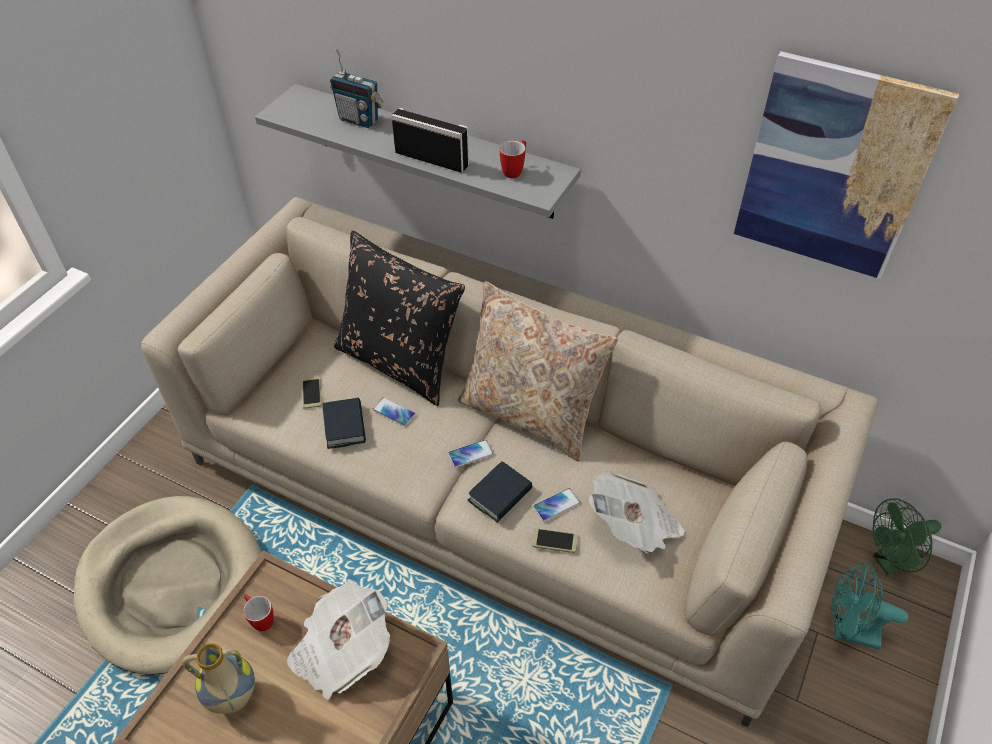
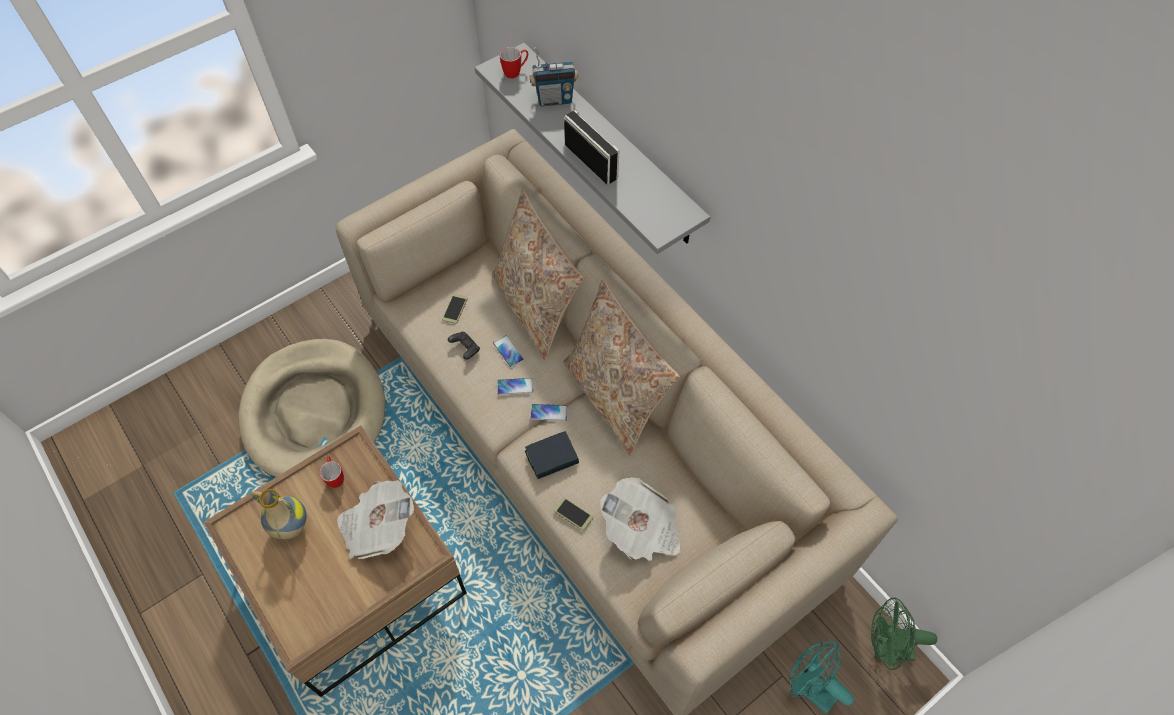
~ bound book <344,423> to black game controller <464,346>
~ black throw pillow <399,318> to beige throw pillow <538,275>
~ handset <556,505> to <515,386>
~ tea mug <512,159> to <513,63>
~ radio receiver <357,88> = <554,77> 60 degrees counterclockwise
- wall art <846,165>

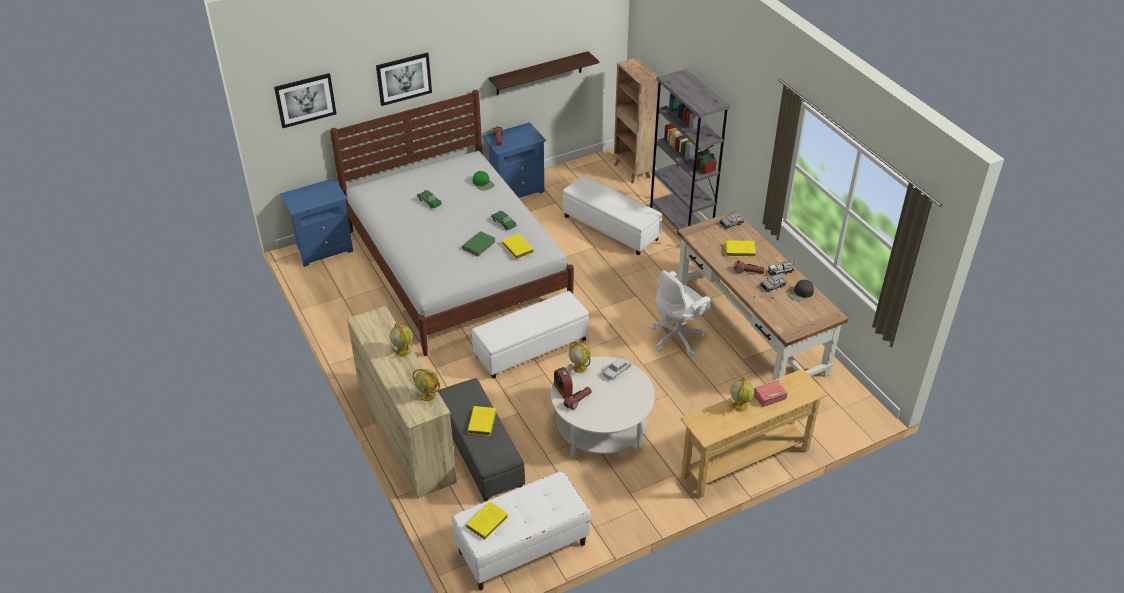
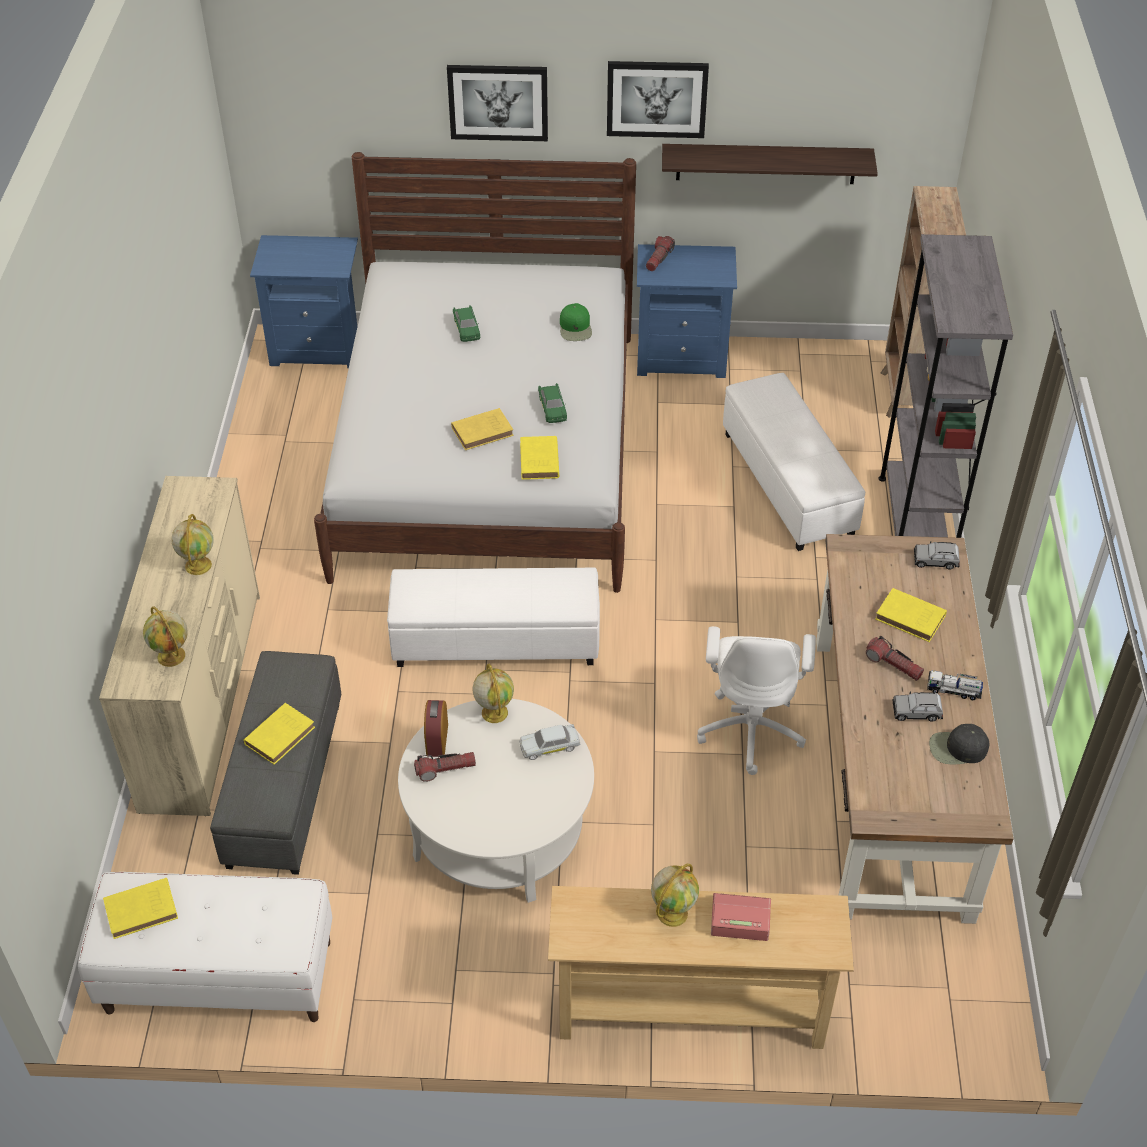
~ green bound book <479,243> to yellow bound book <482,429>
~ wall art <305,100> to <658,99>
~ whitish desk chair <681,313> = <756,700> 75 degrees counterclockwise

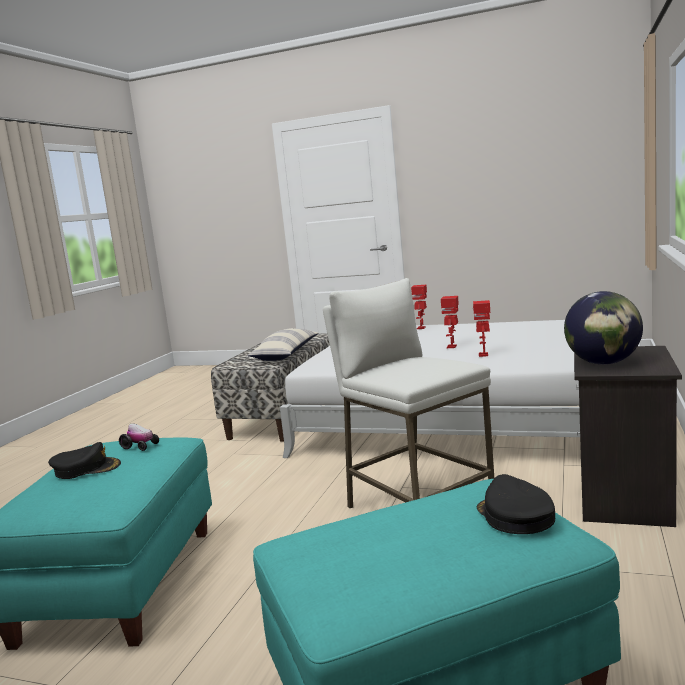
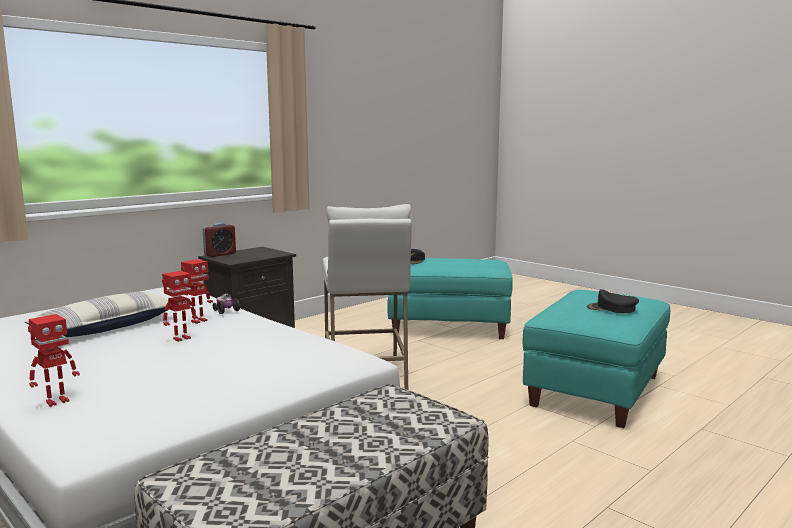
~ throw pillow <283,344> to <97,314>
+ bedside clock <219,240>
~ toy car <139,437> to <226,304>
- globe <603,328>

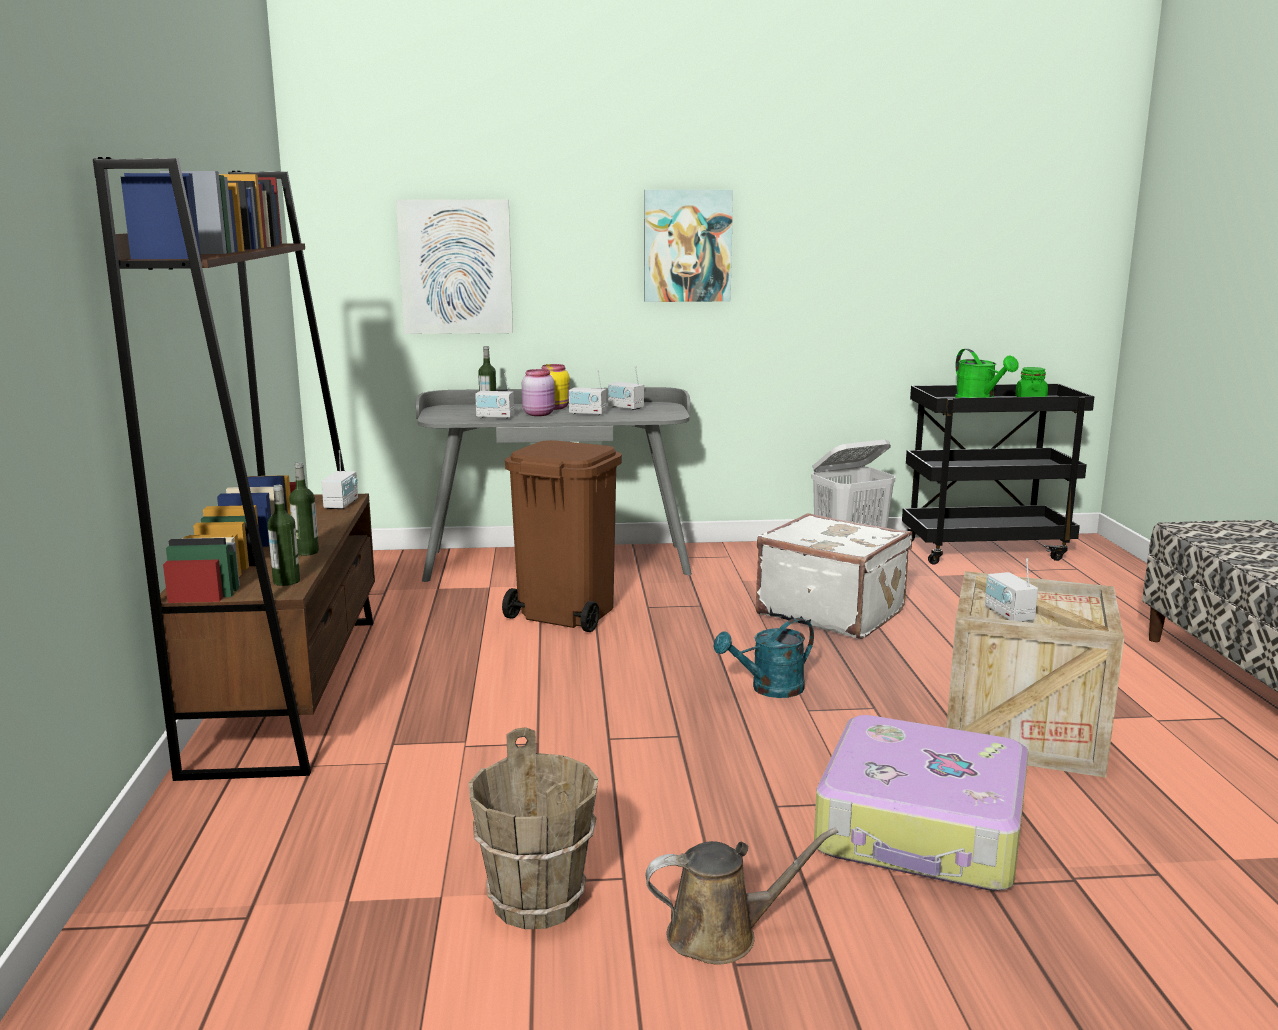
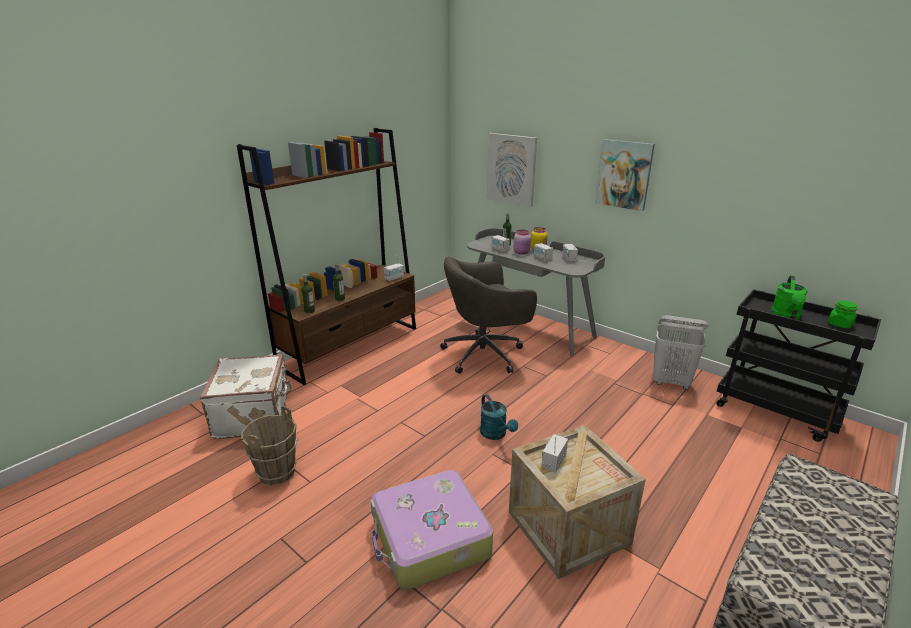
~ whitish suitcase <834,576> to <246,396>
~ brown-coloured trash can <562,536> to grey desk chair <488,315>
~ blue-green watering pot <763,658> = <499,417> 135 degrees counterclockwise
- brown-coloured watering pot <742,896>

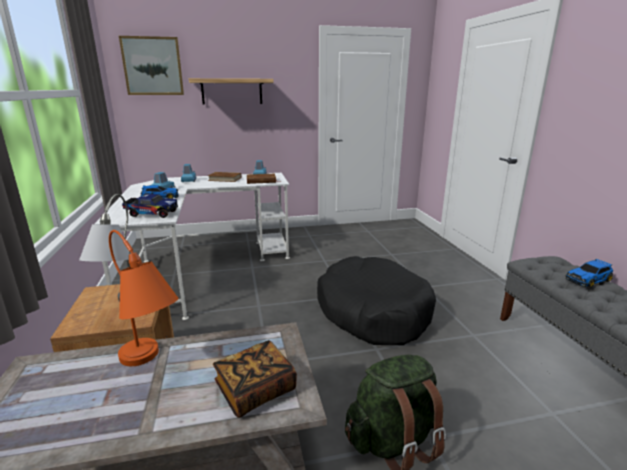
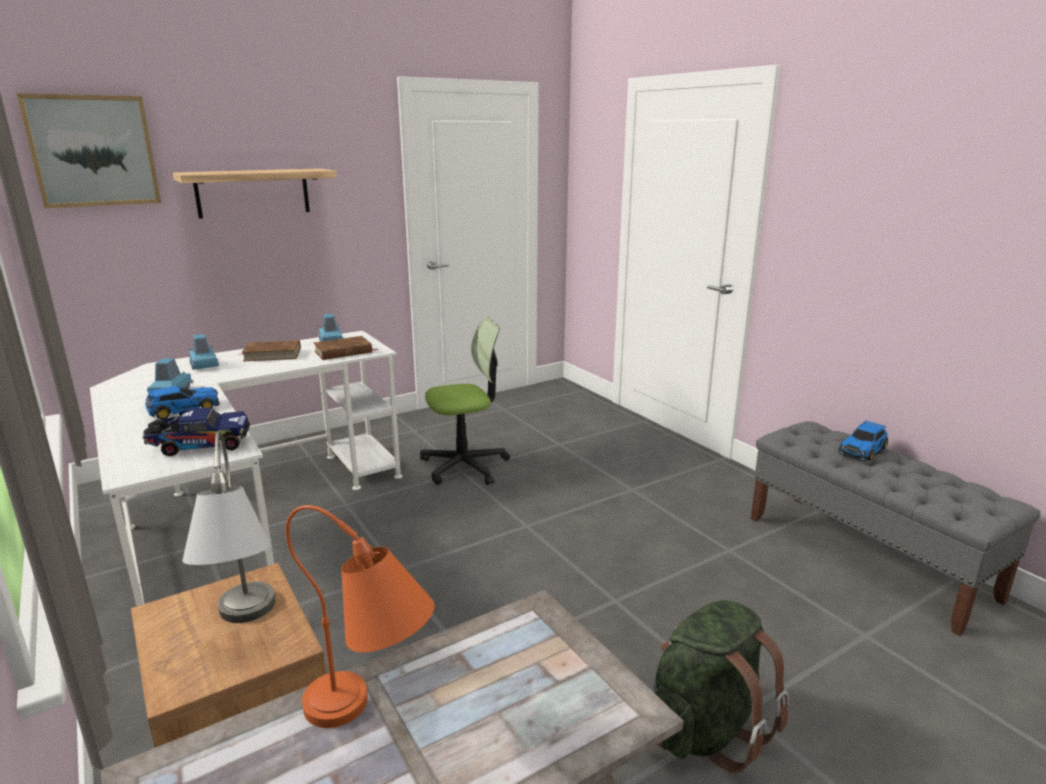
+ desk chair <465,401>
- bound book <255,379>
- black pet bed <376,300>

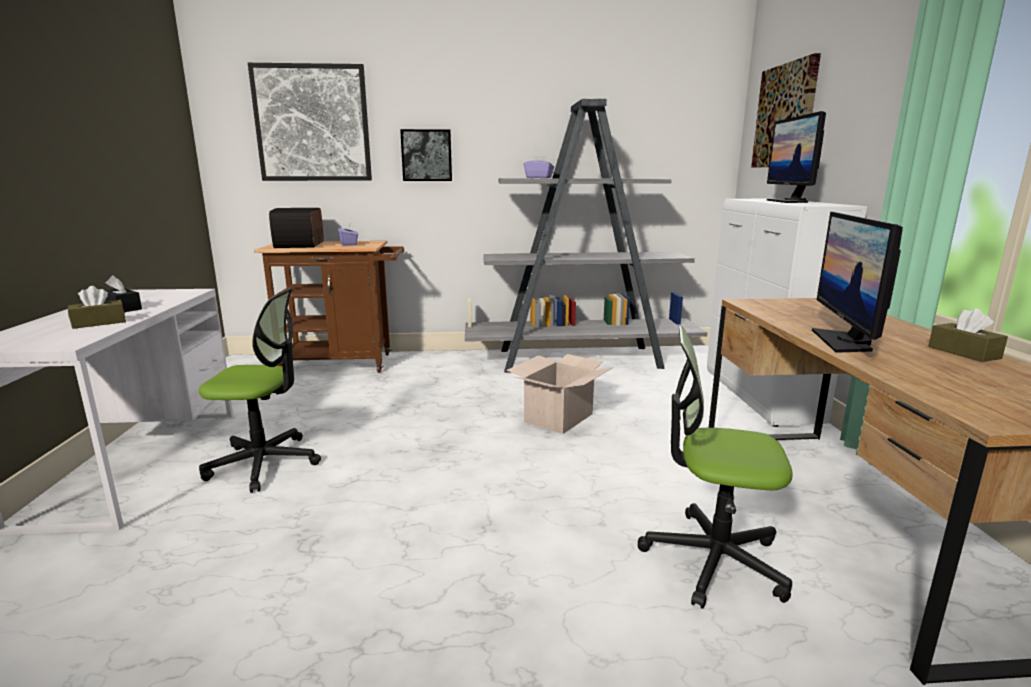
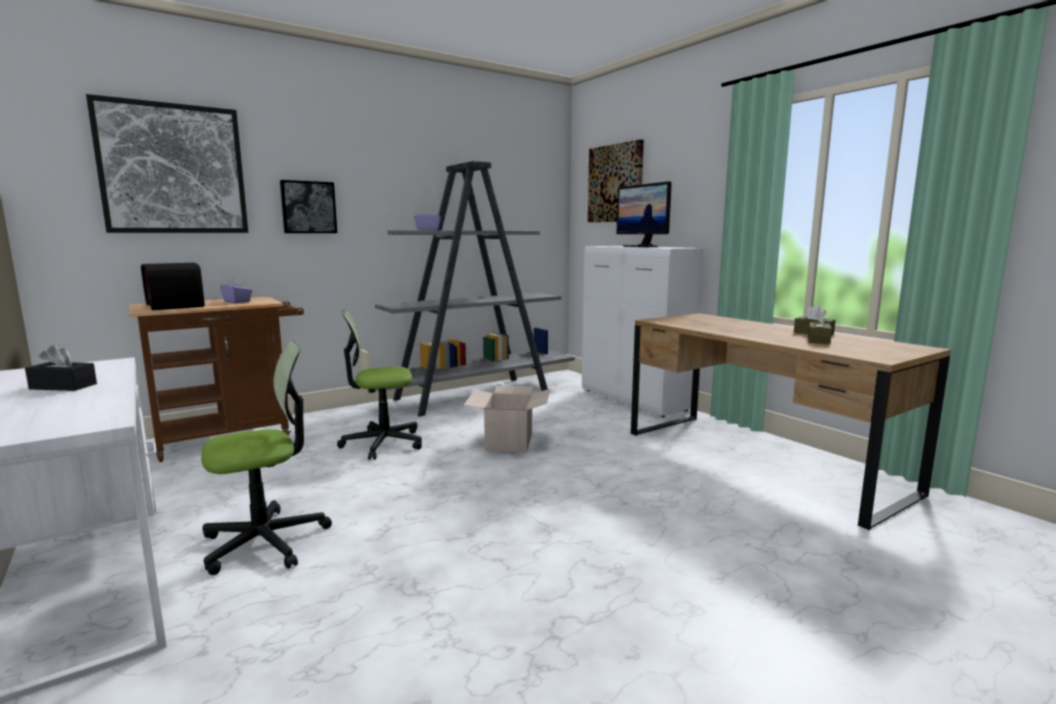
~ desk chair <715,467> to <379,384>
~ brown-coloured tissue box <97,307> to <820,327>
- monitor <857,282>

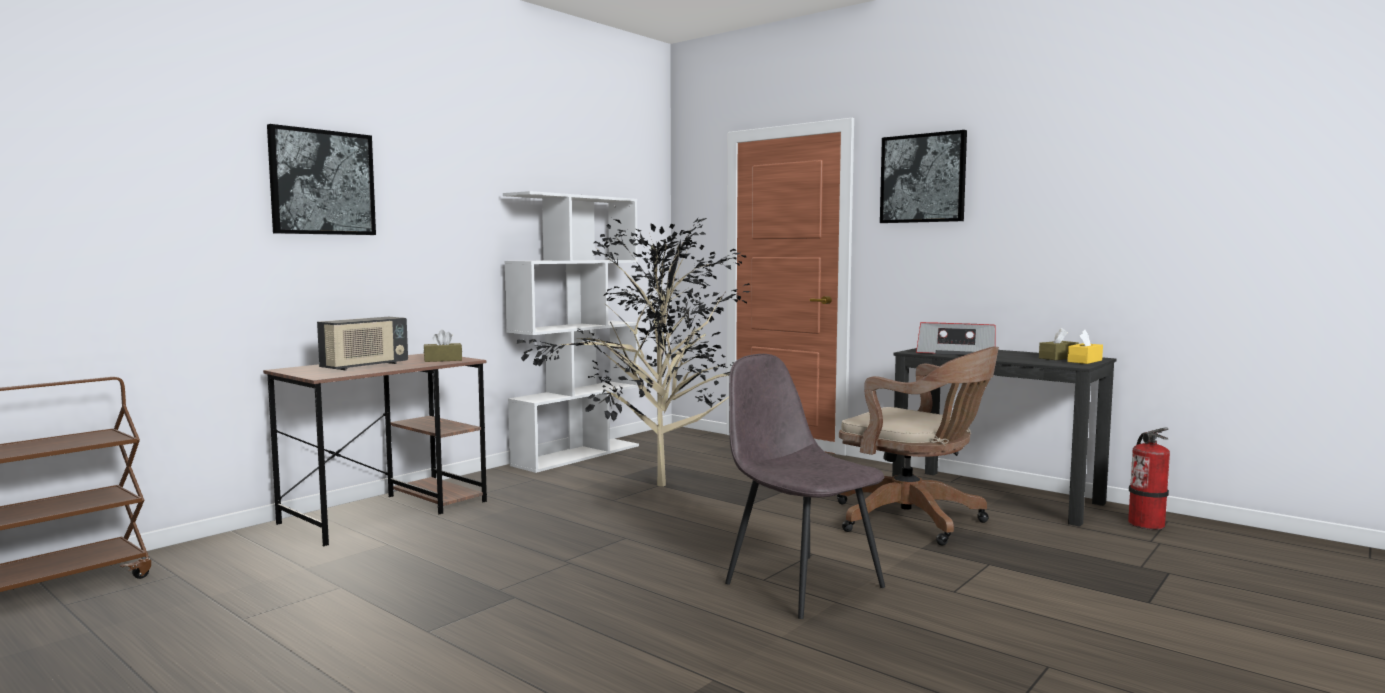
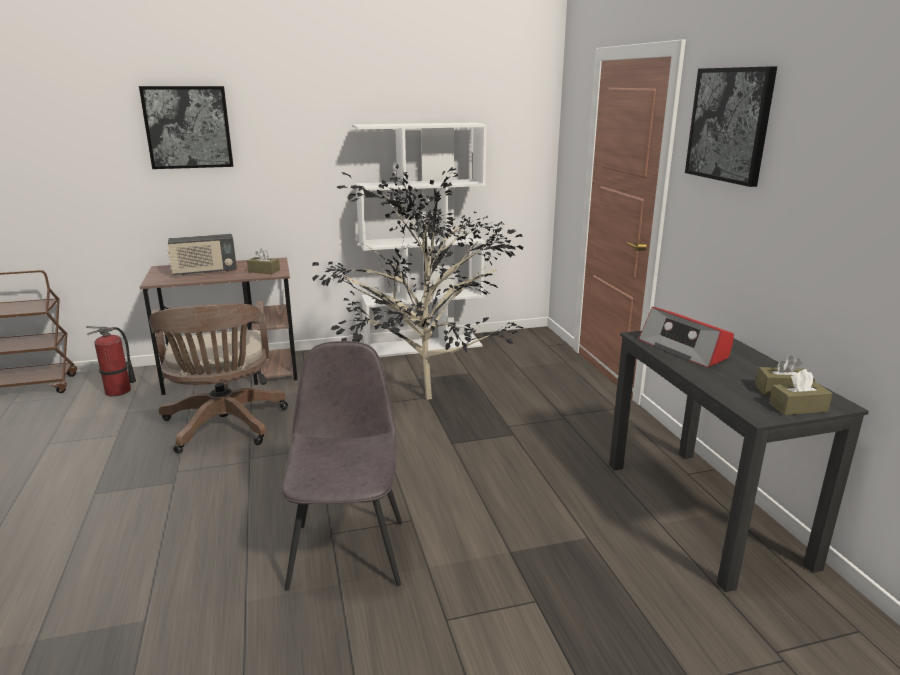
~ fire-fighting cylinder <1149,478> to <111,361>
~ brown-coloured desk chair <918,446> to <218,377>
~ yellow tissue box <1085,347> to brown-coloured tissue box <801,392>

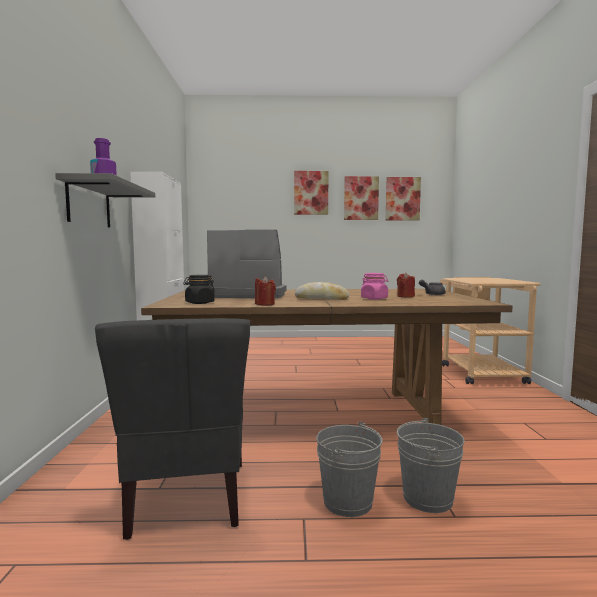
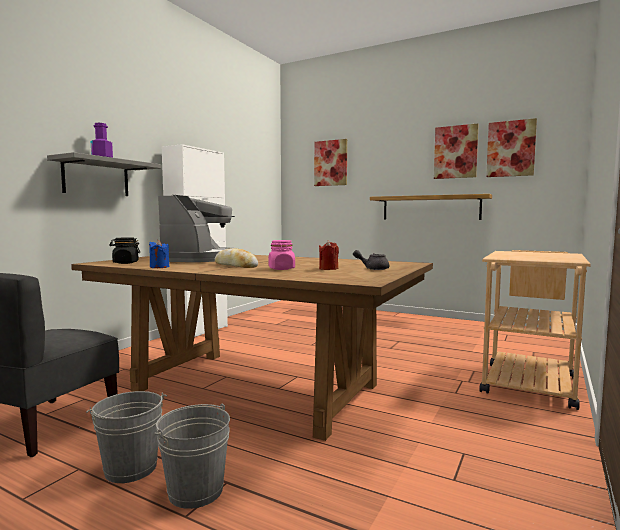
~ red-coloured wax candle <265,290> to blue-coloured wax candle <159,254>
~ coffee brewer <246,264> = <198,228> 60 degrees clockwise
~ wall art <311,193> to <330,162>
+ bracket shelf <431,207>

